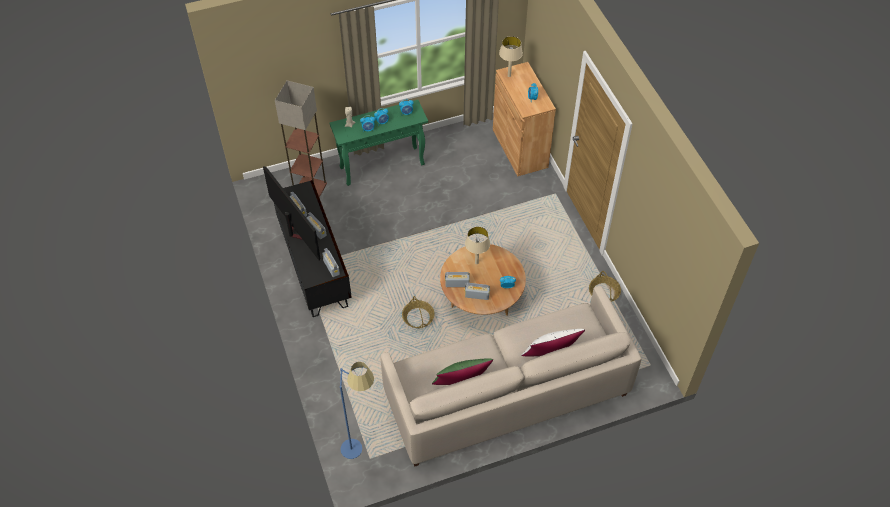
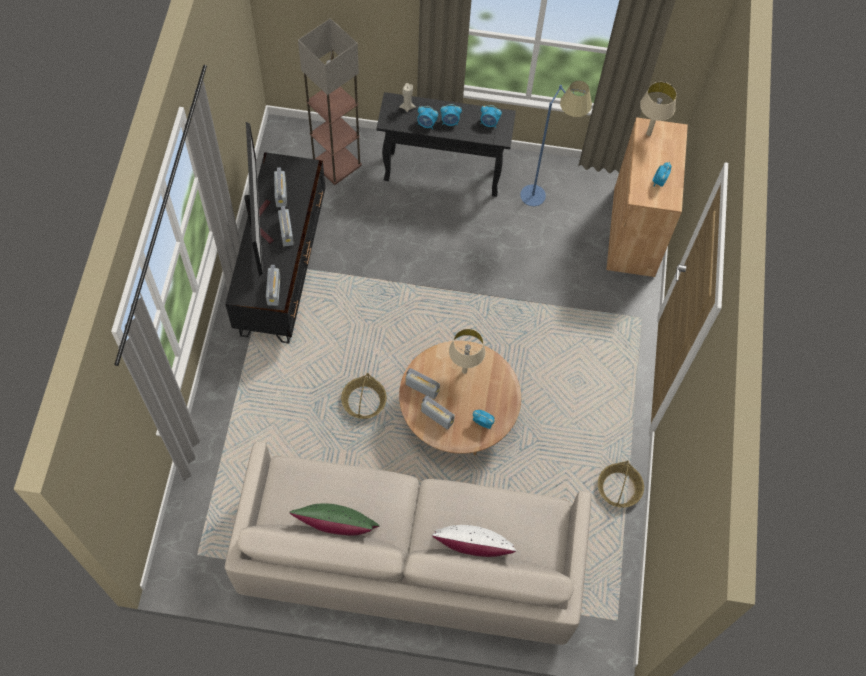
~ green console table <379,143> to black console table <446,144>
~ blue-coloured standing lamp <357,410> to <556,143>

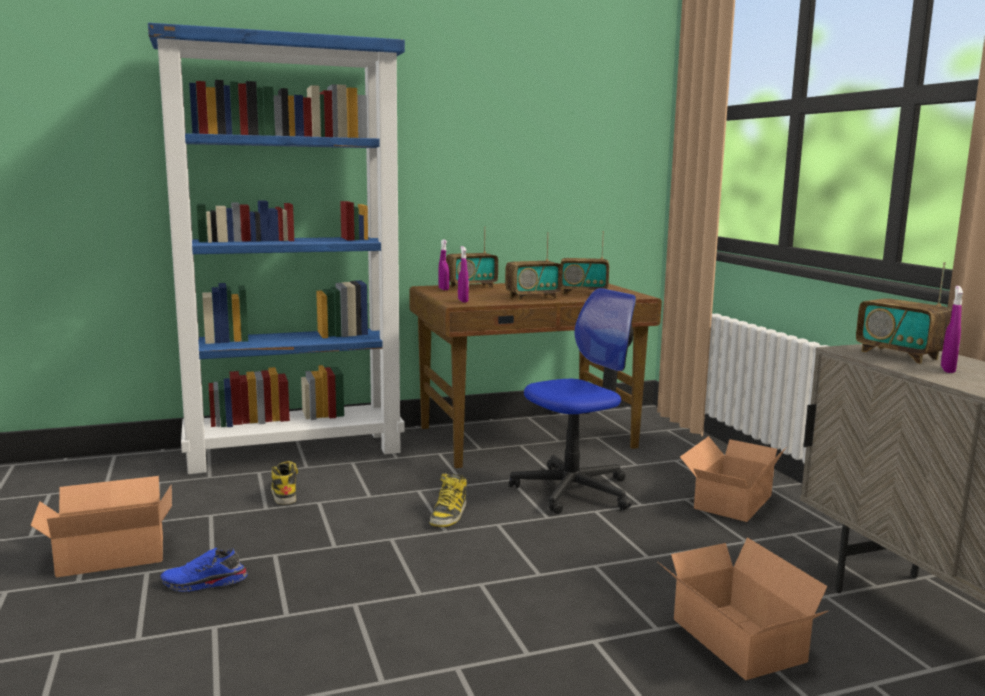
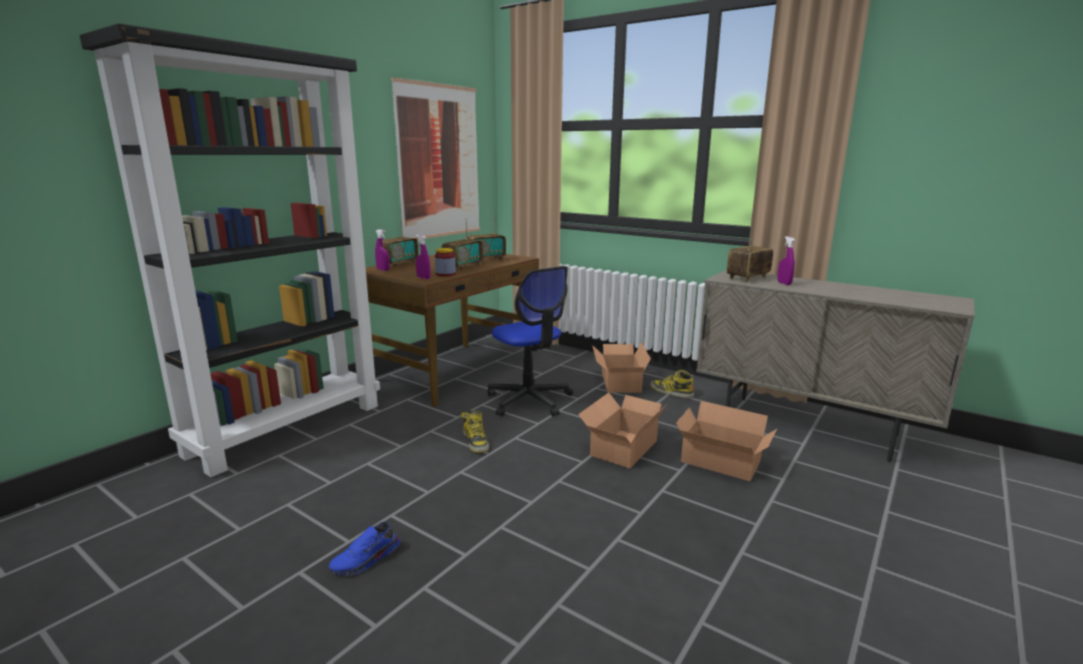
~ blue-coloured bookcase <276,248> to black bookcase <230,250>
+ wall art <435,159>
+ storage jar <445,262>
~ desk chair <572,401> = <530,341> 120 degrees clockwise
~ carton <101,527> to <623,430>
~ tall boot <284,483> to <672,384>
~ radio receiver <904,313> = <750,253> 120 degrees clockwise

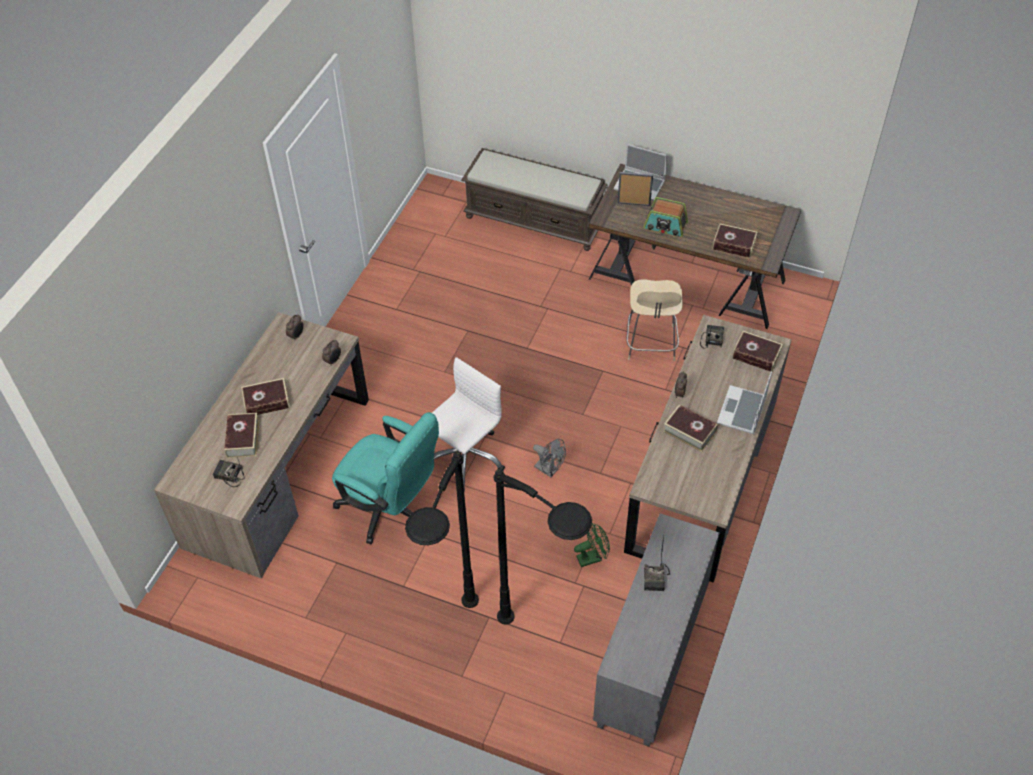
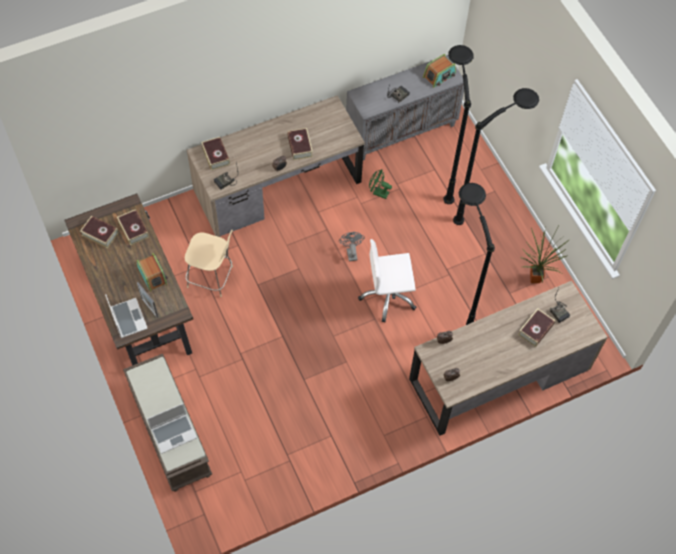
~ bound book <265,396> to <99,232>
~ notebook computer <744,403> to <172,428>
~ beige upright chair <654,320> = <209,263> 60 degrees clockwise
+ radio receiver <439,71>
~ blue-green desk chair <385,478> to black standing lamp <477,254>
+ plant in a pot <545,255>

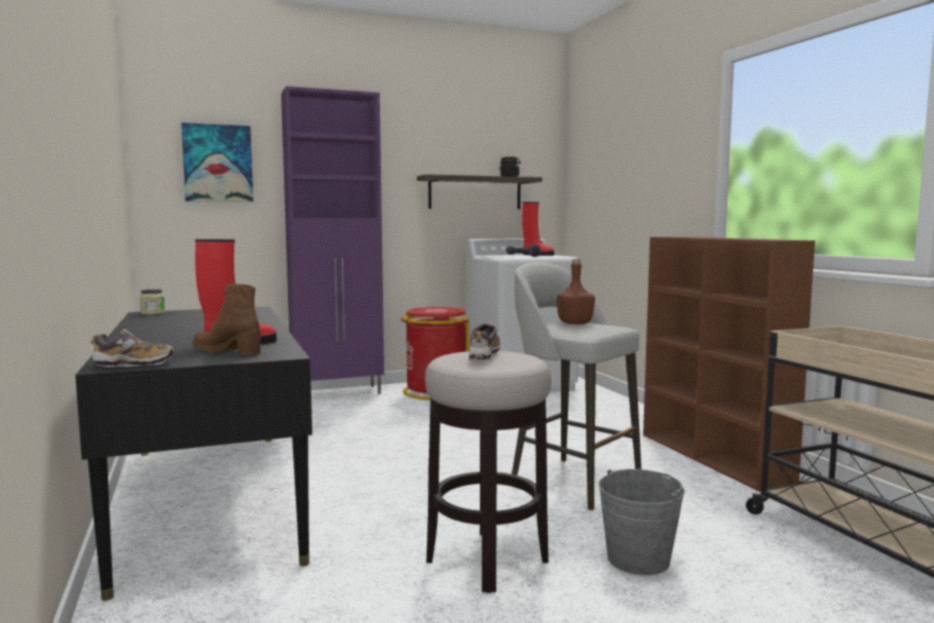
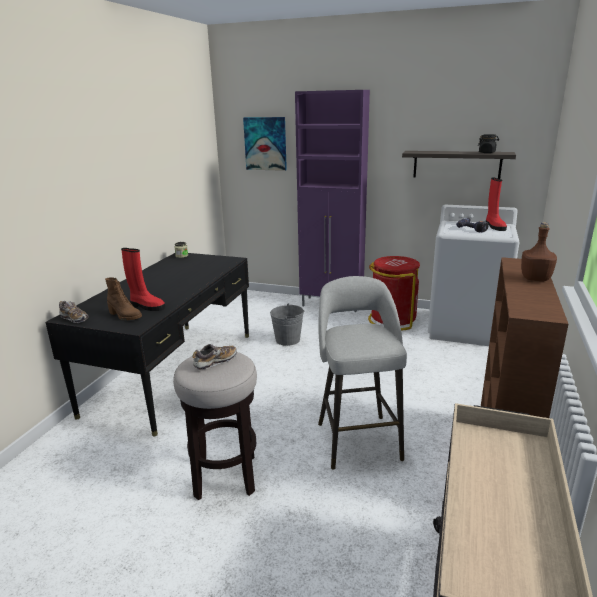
~ brown-coloured tall boot <227,319> = <123,299> 150 degrees clockwise
~ grey pail <641,522> to <287,324>
~ brown-coloured beverage bottle <576,291> to <539,251>

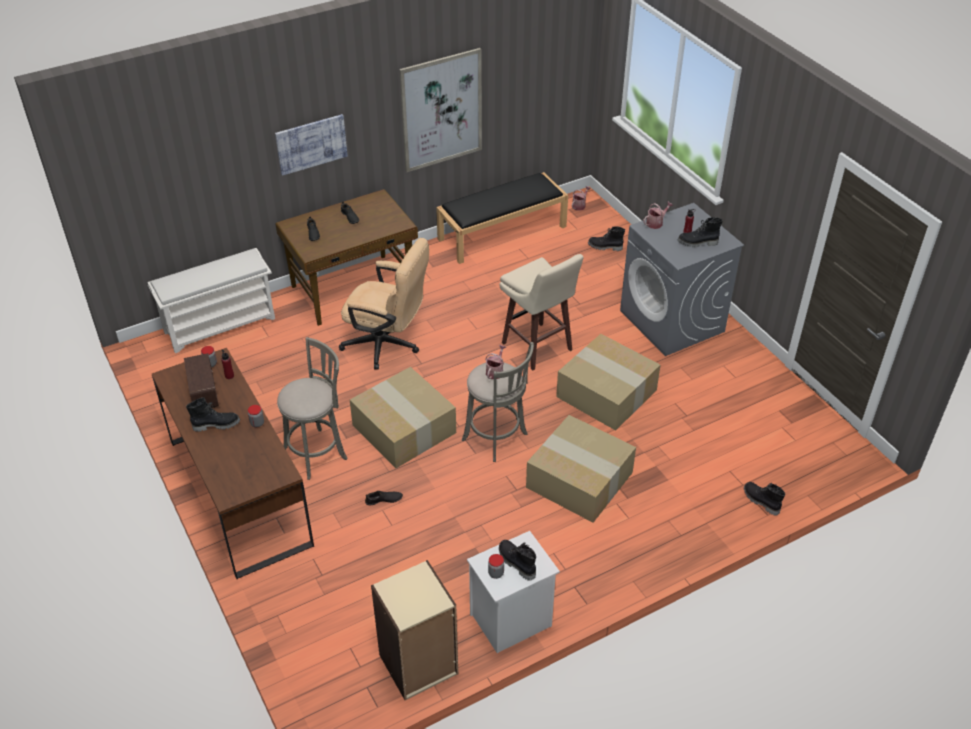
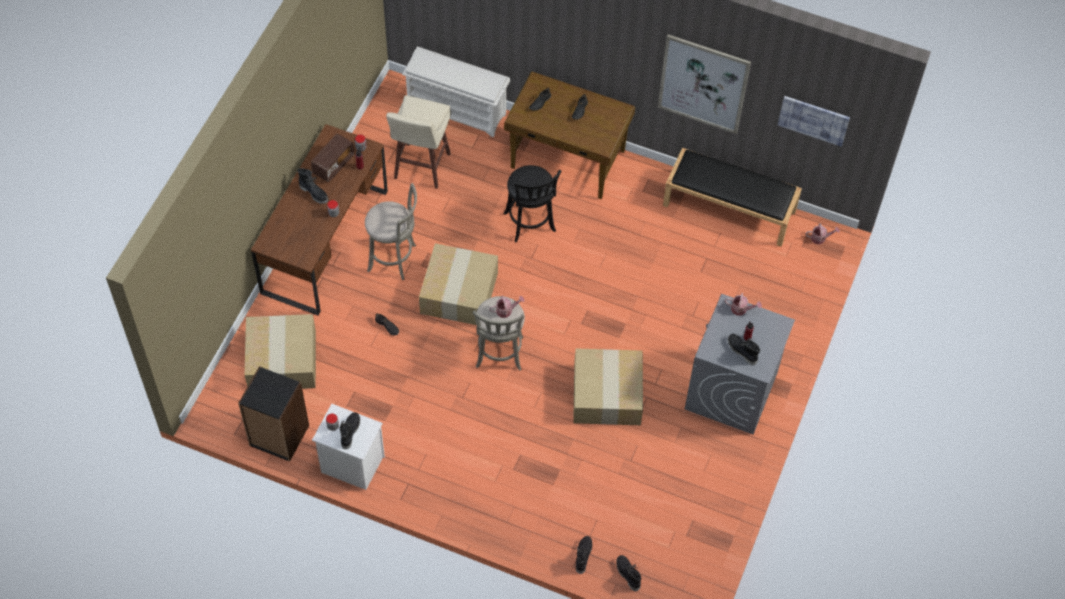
~ beige bookcase <414,630> to black bookcase <273,414>
~ carton <581,469> to <280,351>
~ beige stool <541,312> to <418,142>
~ beige desk chair <384,304> to black stool <532,203>
~ black tall boot <606,239> to <628,573>
~ wall art <311,145> to <814,121>

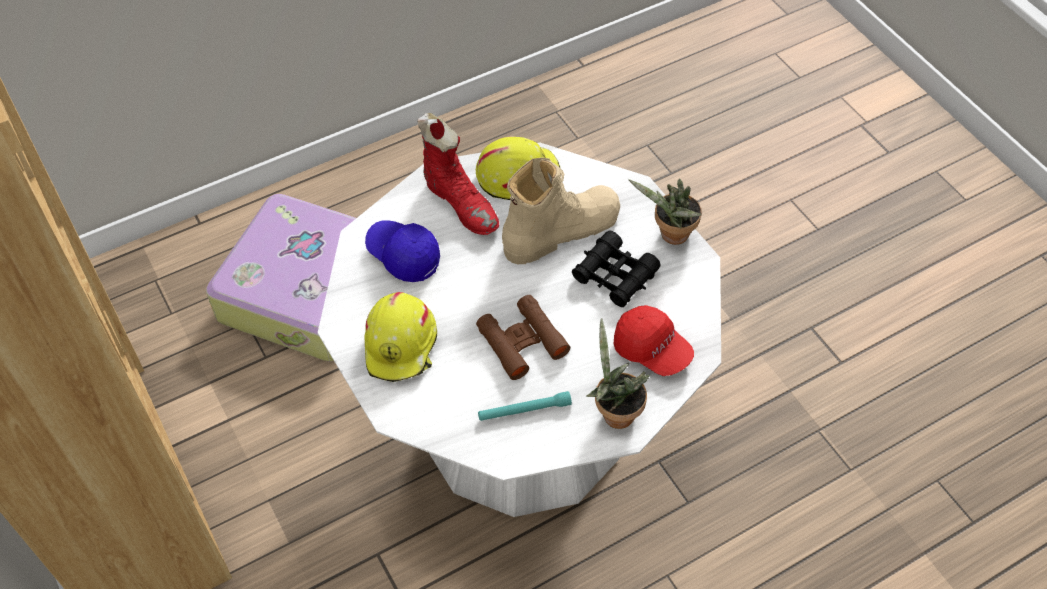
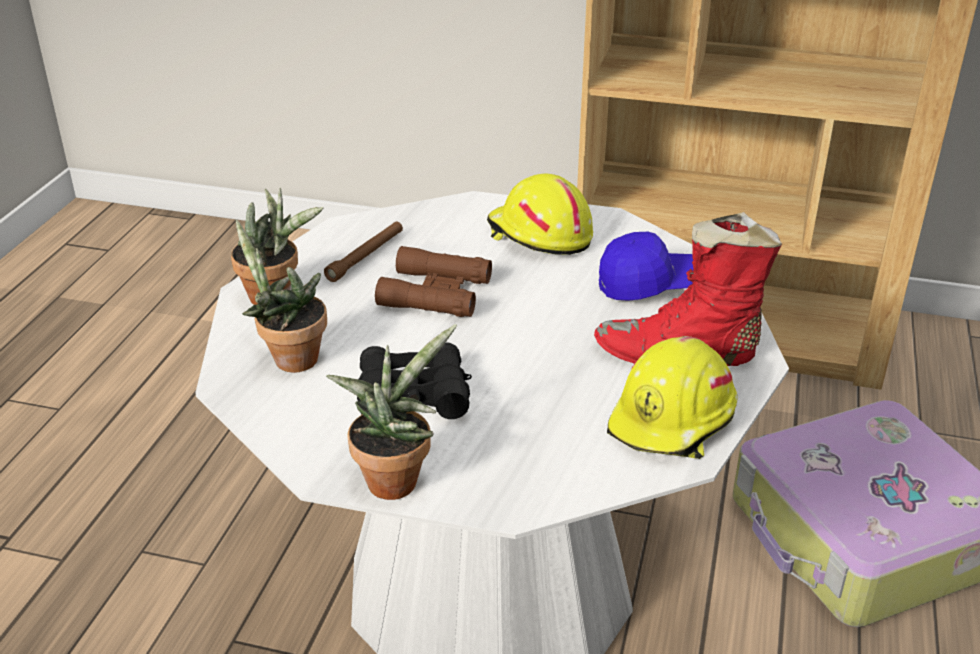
~ red-coloured baseball cap <653,340> to plant in a pot <281,296>
~ blue-green hand torch <525,406> to brown-coloured hand torch <363,251>
- beige tall boot <561,211>

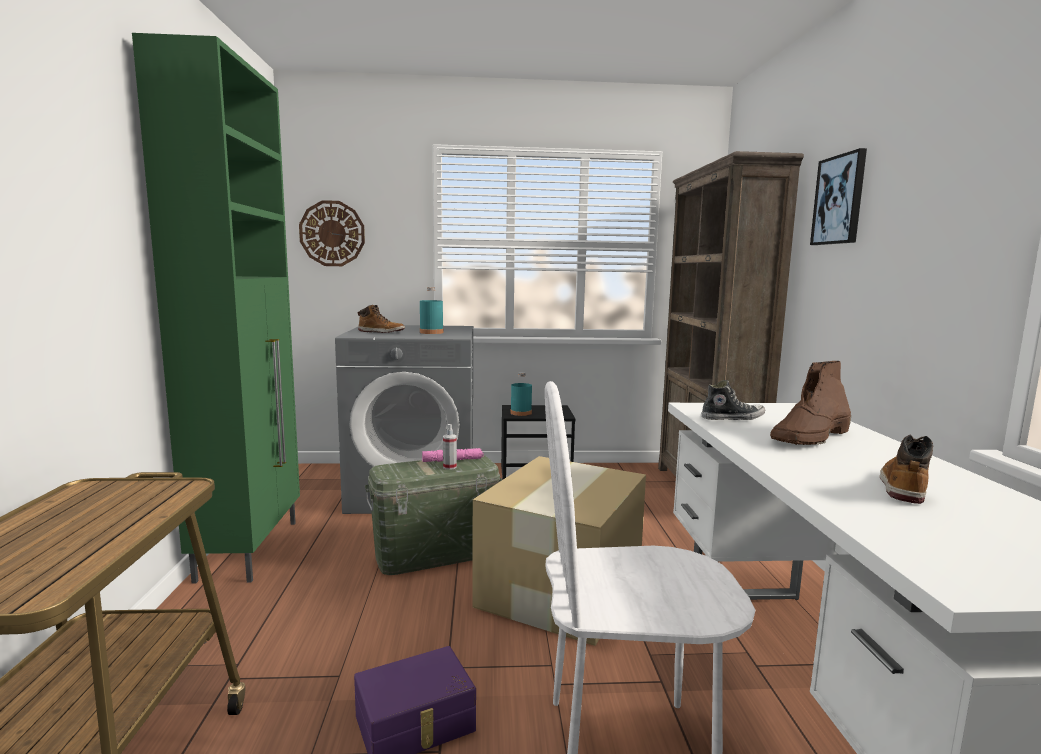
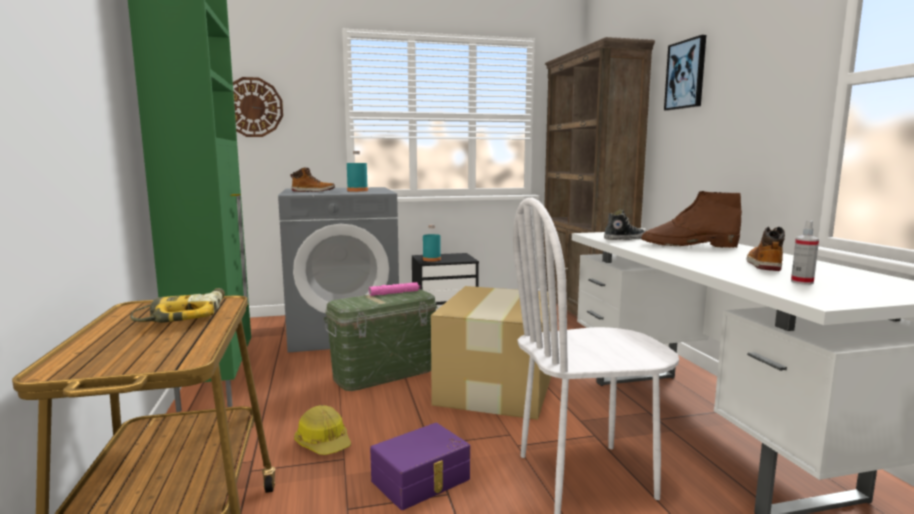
+ drill <177,305>
+ safety helmet <322,430>
~ brown-coloured tall boot <810,403> = <691,219> 60 degrees clockwise
~ spray bottle <450,447> to <805,253>

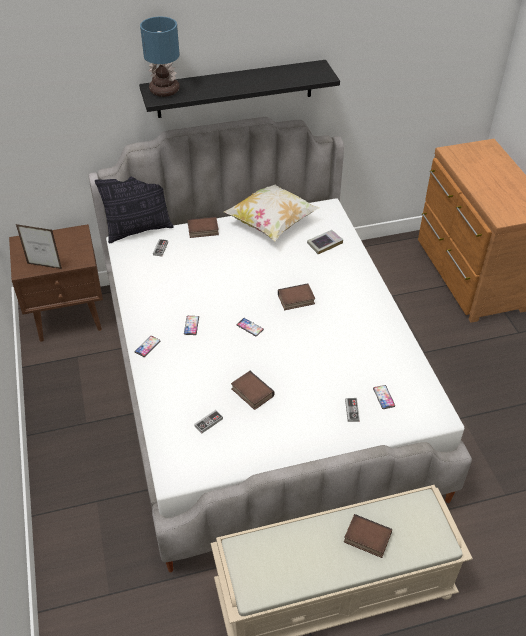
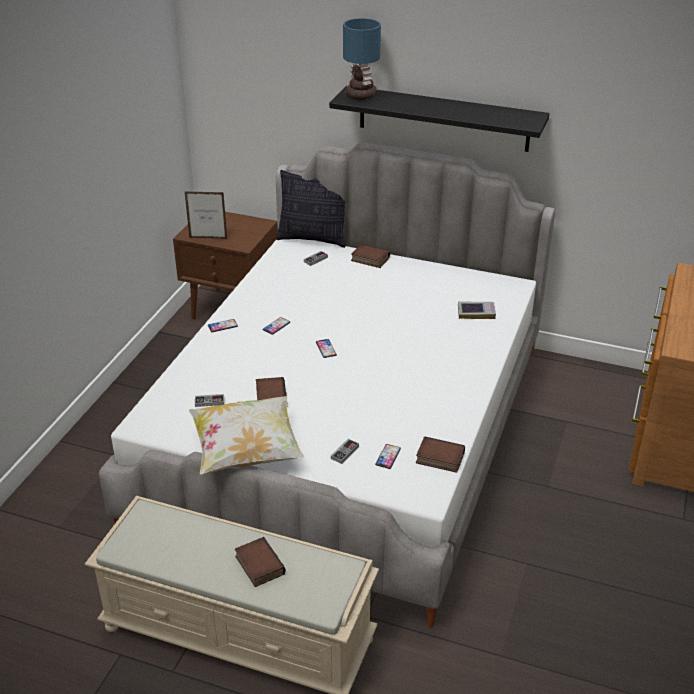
~ picture frame <39,246> = <206,215> 45 degrees counterclockwise
~ throw pillow <271,213> to <246,435>
~ bound book <296,296> to <440,454>

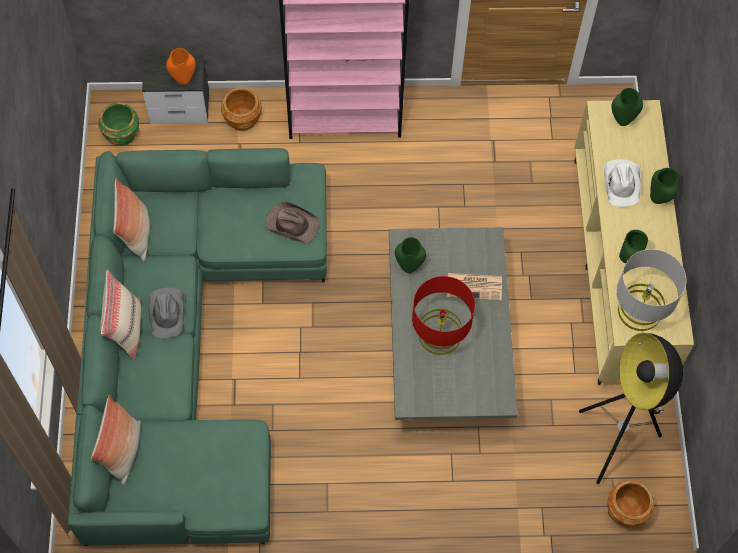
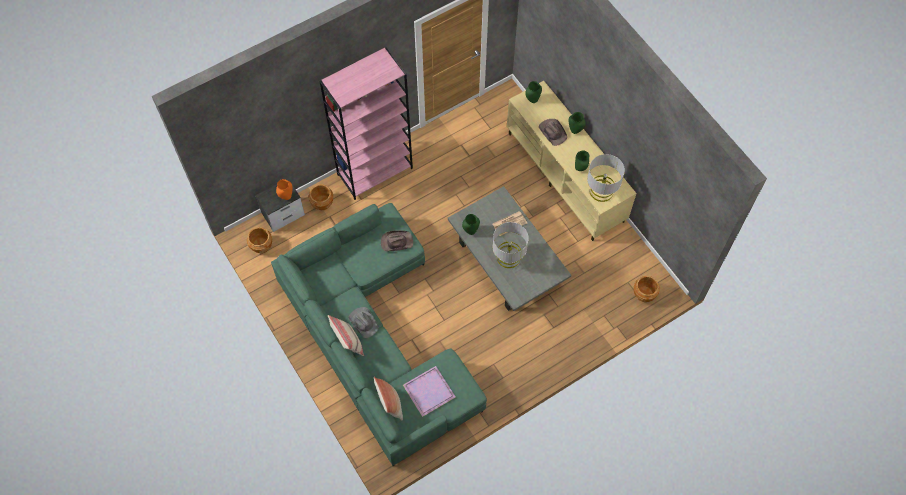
~ green flower pot <118,124> to brown-coloured flower pot <260,240>
+ purple-coloured carrying tray <429,391>
~ red-coloured tabletop lamp <443,315> to grey tabletop lamp <511,245>
~ whitish clothing hat <622,183> to brown-coloured clothing hat <553,132>
- throw pillow <131,220>
- standing lamp <631,408>

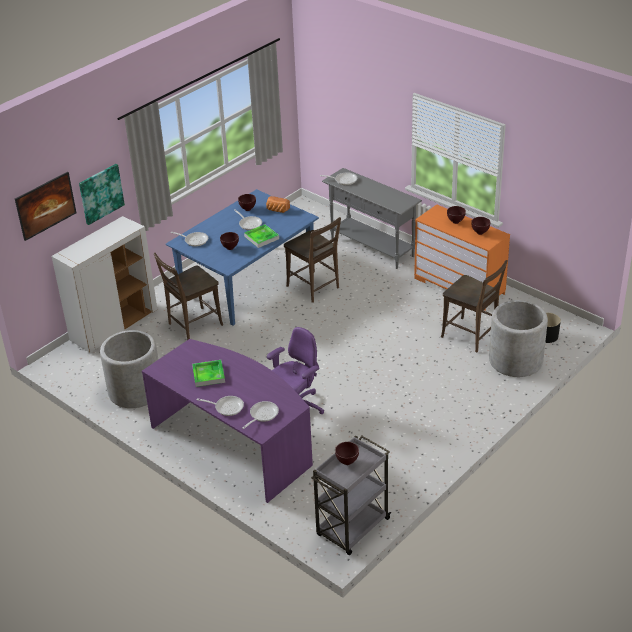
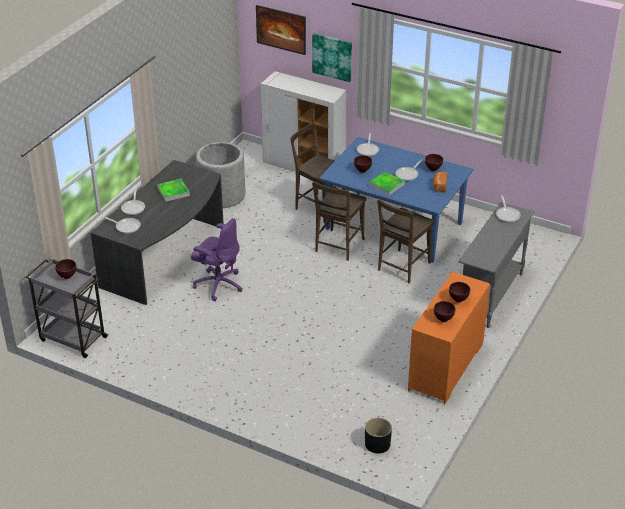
~ purple-coloured desk unit <227,421> to grey desk unit <157,232>
~ brown-coloured upright chair <474,306> to <339,221>
- grey flower pot <518,338>

